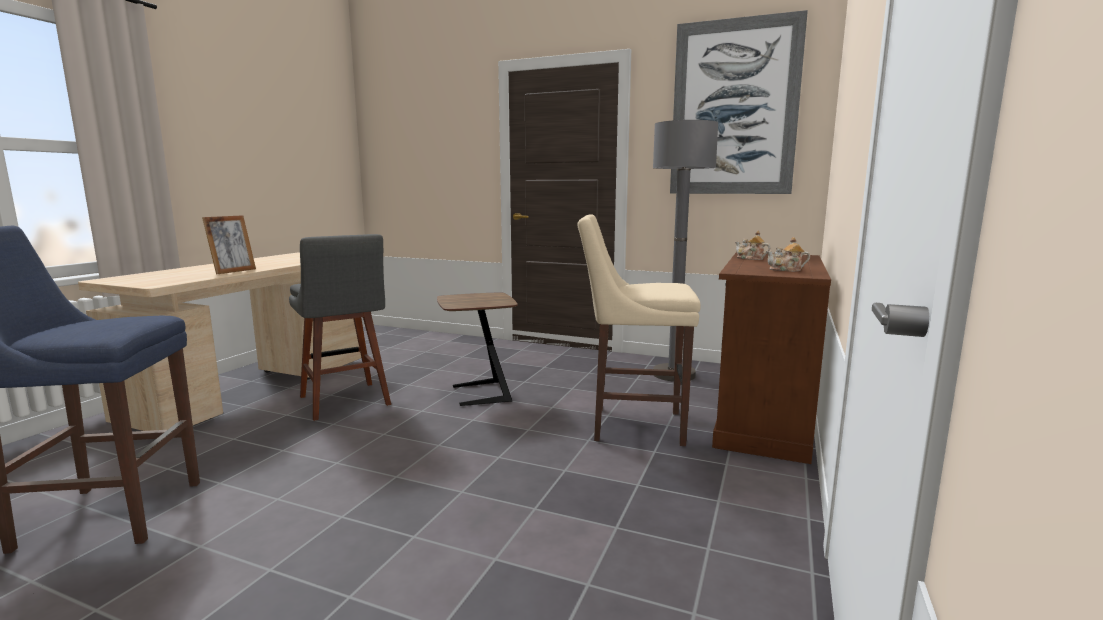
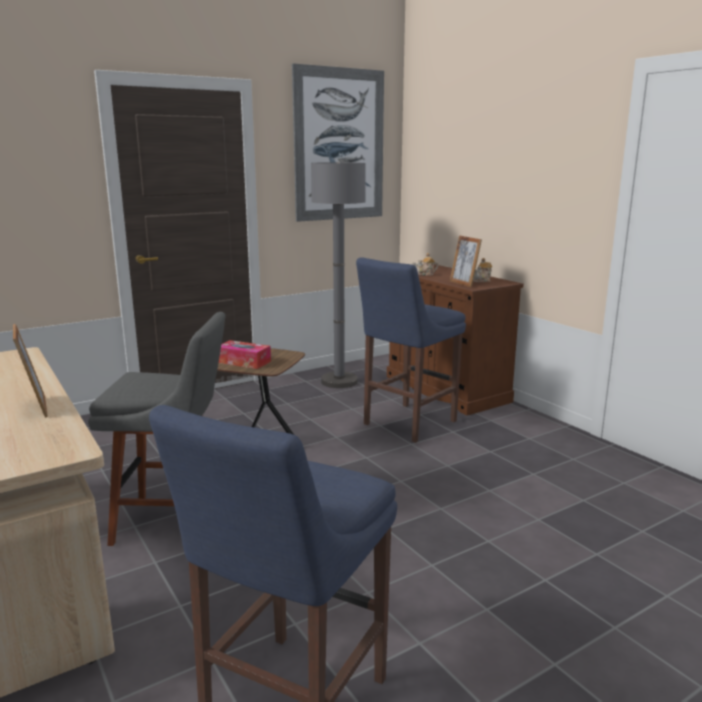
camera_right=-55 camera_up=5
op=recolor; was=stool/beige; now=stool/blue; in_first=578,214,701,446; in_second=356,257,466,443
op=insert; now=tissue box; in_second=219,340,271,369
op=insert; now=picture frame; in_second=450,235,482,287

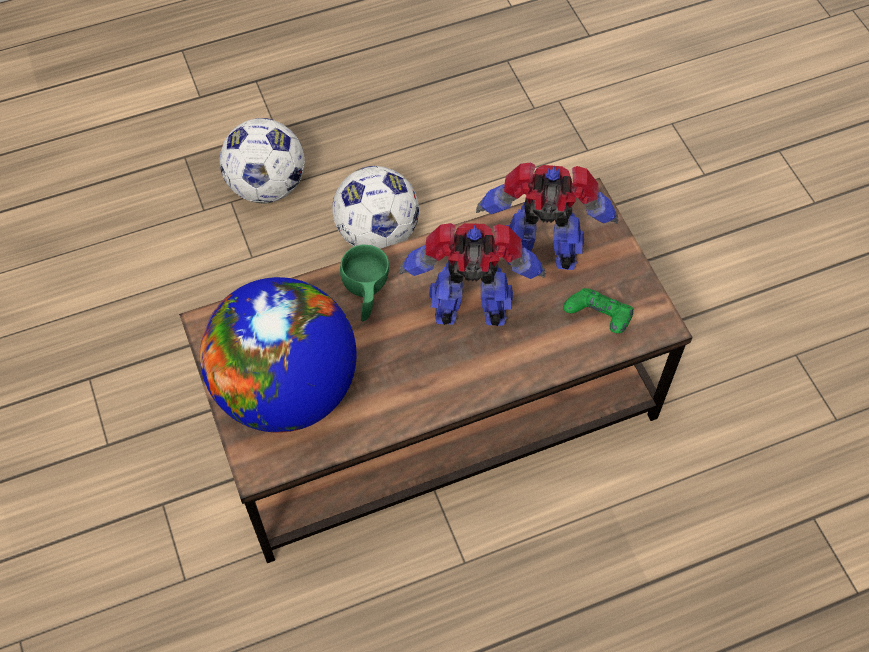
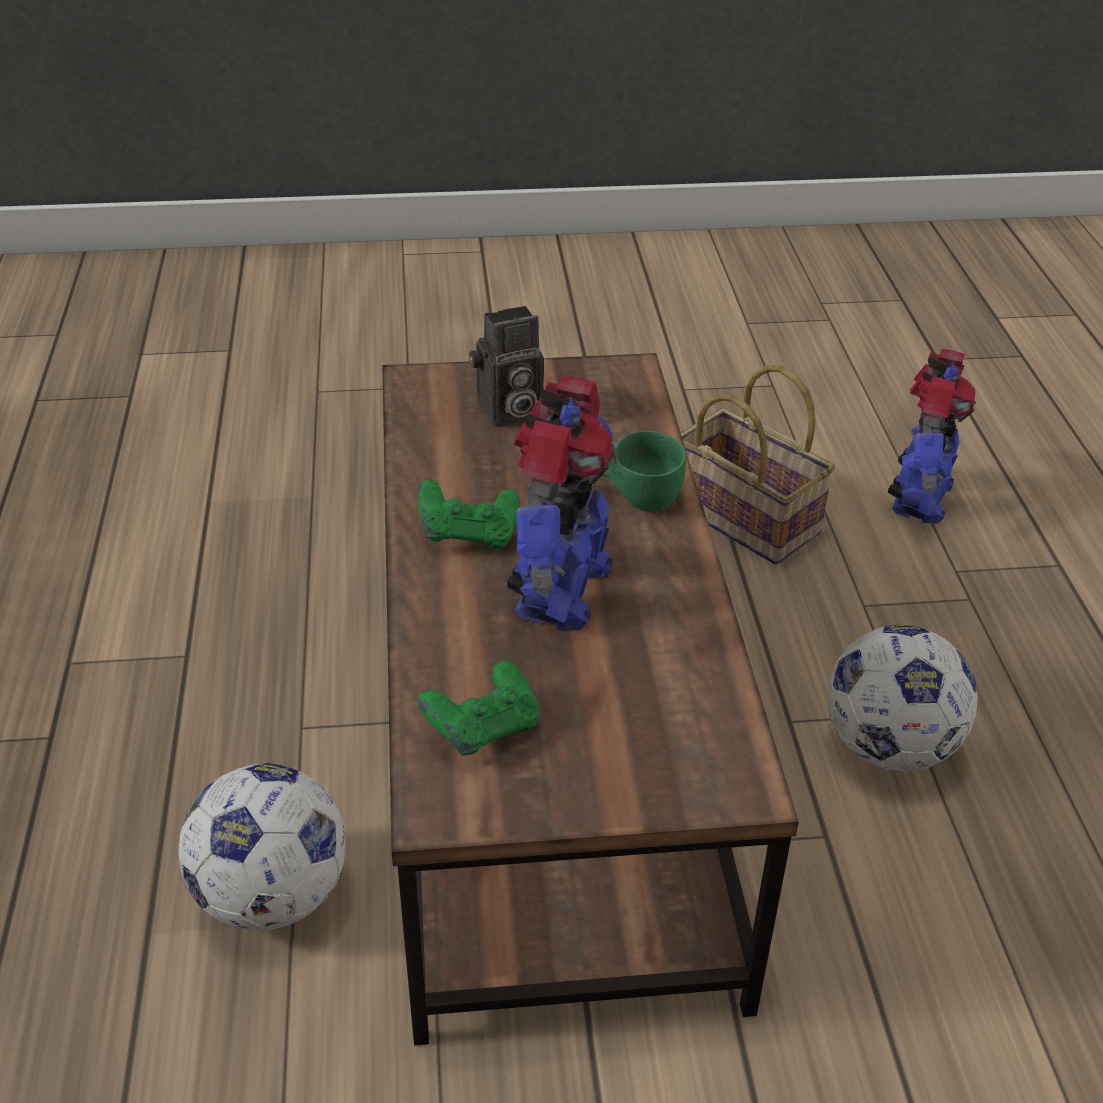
camera_right=105 camera_up=-20
op=replace; was=globe; now=photo camera; in_first=200,277,357,433; in_second=469,306,544,427
op=move; was=football; in_first=220,118,305,203; in_second=178,763,346,931
op=move; was=toy robot; in_first=476,163,618,270; in_second=888,349,976,524
op=insert; now=game controller/green; in_second=417,479,520,549
op=insert; now=basket; in_second=681,365,835,565

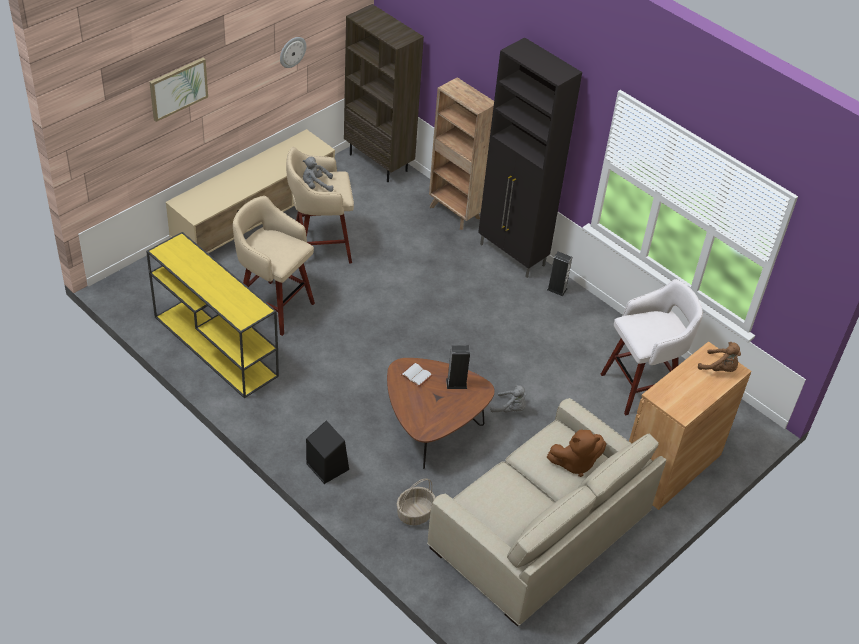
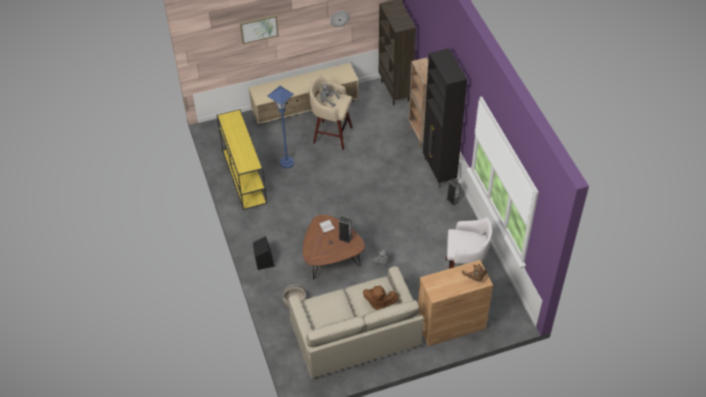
camera_right=30 camera_up=5
op=replace; was=stool/beige; now=floor lamp/blue; in_first=233,196,315,336; in_second=267,86,294,168

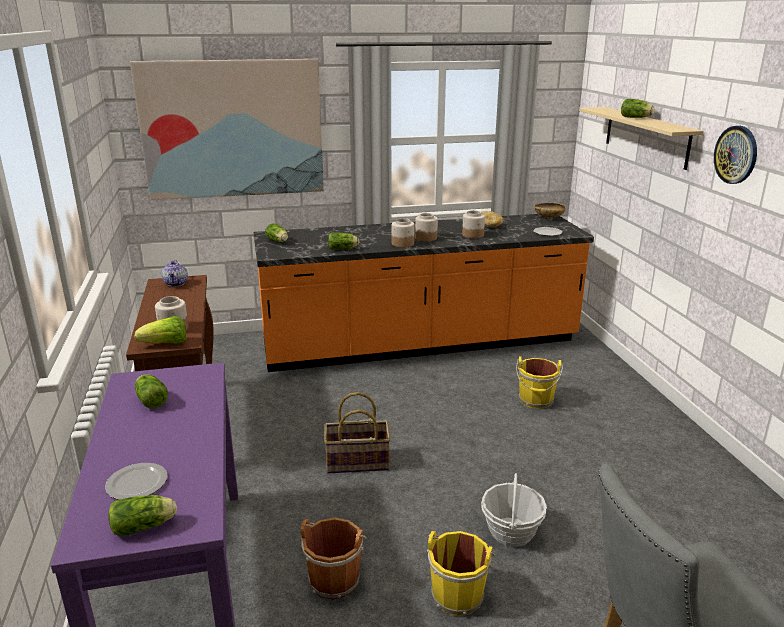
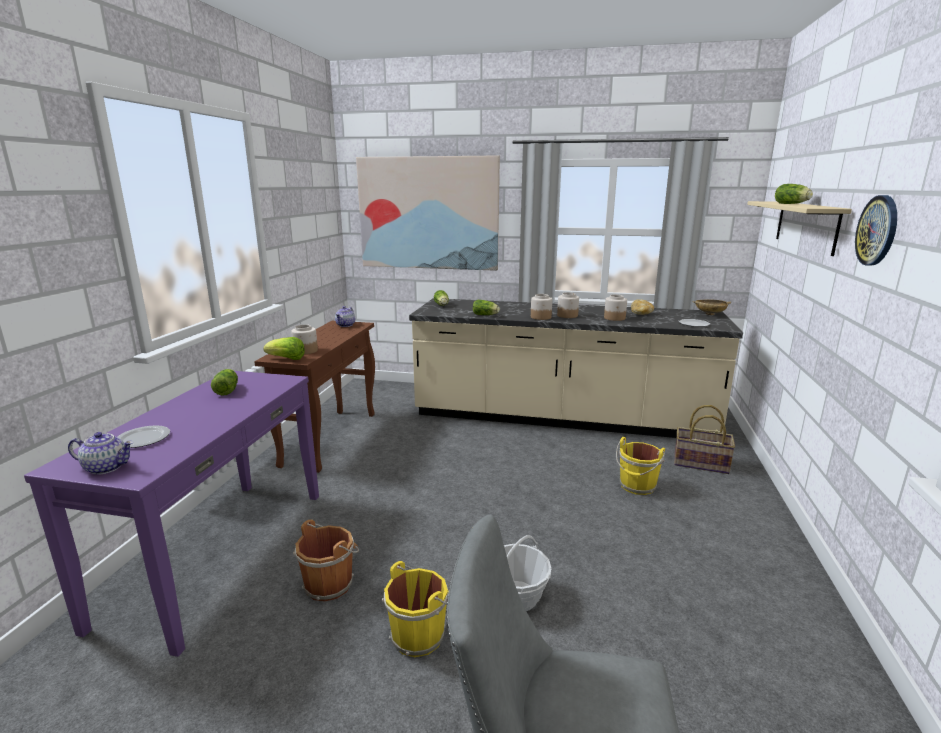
camera_right=25 camera_up=-5
op=replace; was=lettuce; now=teapot; in_first=108,495,177,536; in_second=68,432,133,475
op=recolor; was=counter/orange; now=counter/beige; in_first=253,214,594,372; in_second=409,298,743,438
op=move; was=basket; in_first=324,392,391,473; in_second=674,405,735,474

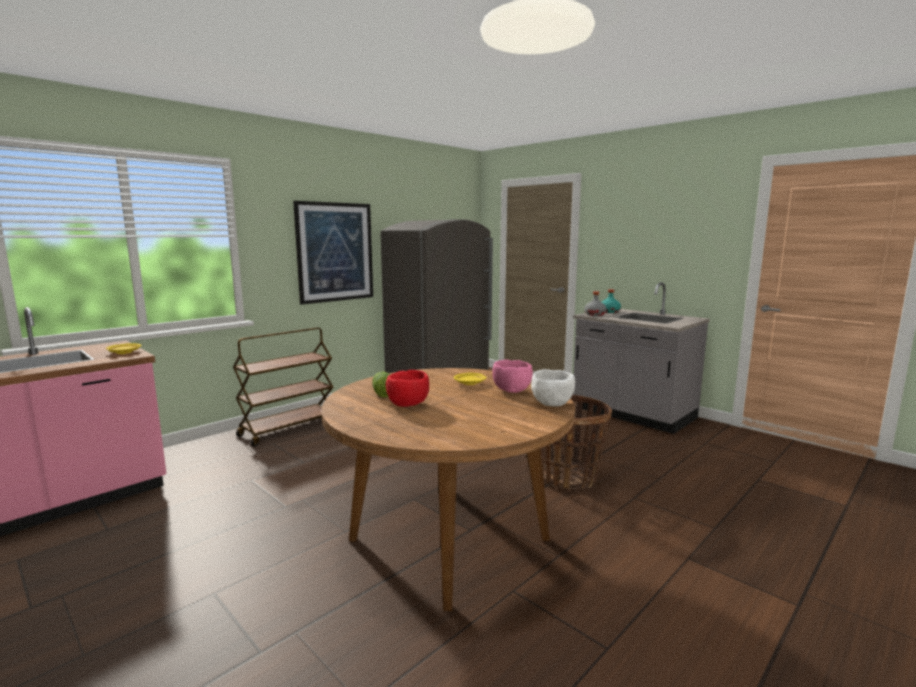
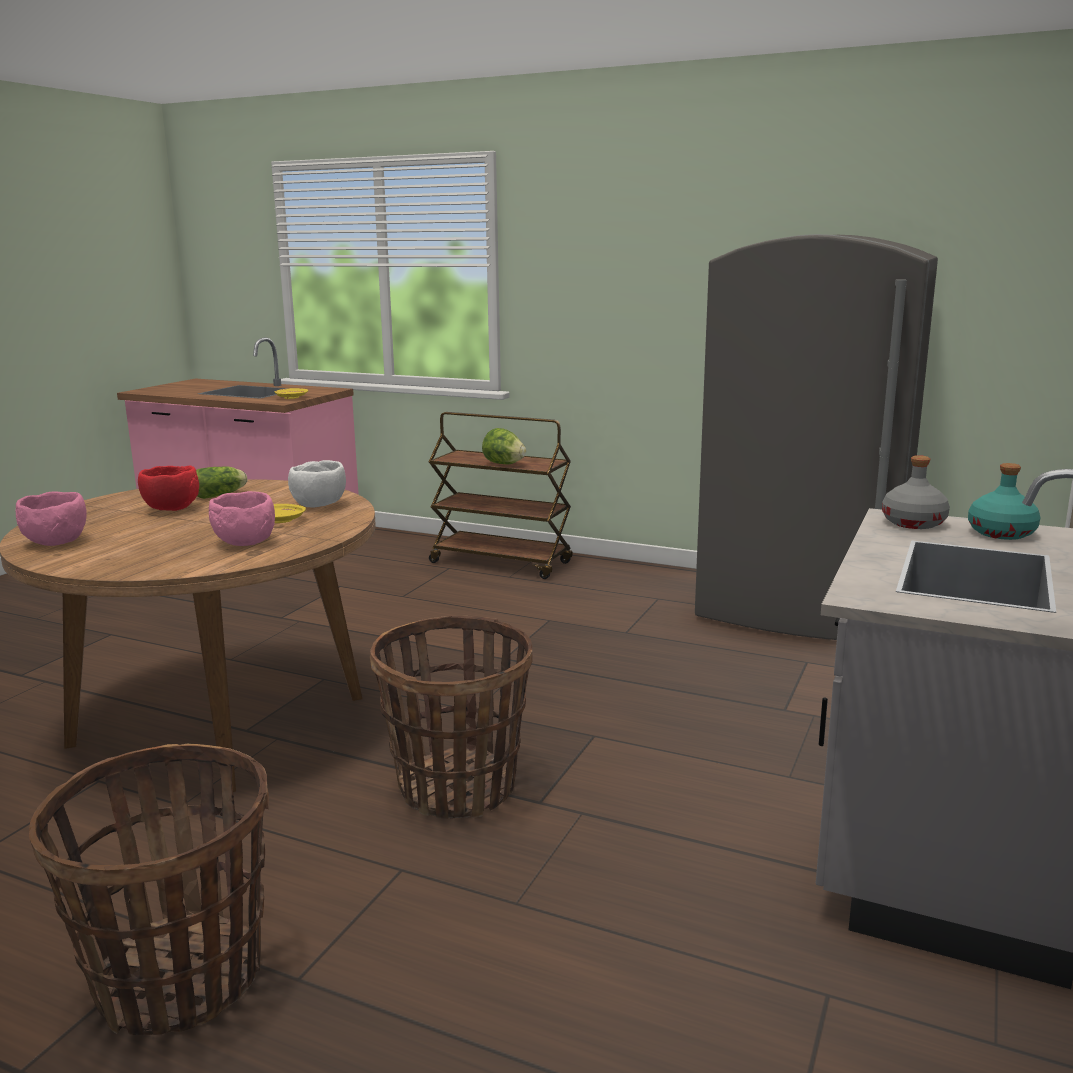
camera_right=70 camera_up=5
op=delete; was=picture; in_first=293,201,373,305
op=move; was=bowl/white; in_first=531,369,575,406; in_second=288,460,346,507
op=insert; now=bowl/pink; in_second=16,491,87,546
op=insert; now=basket; in_second=29,744,269,1036
op=insert; now=lettuce; in_second=482,428,526,465

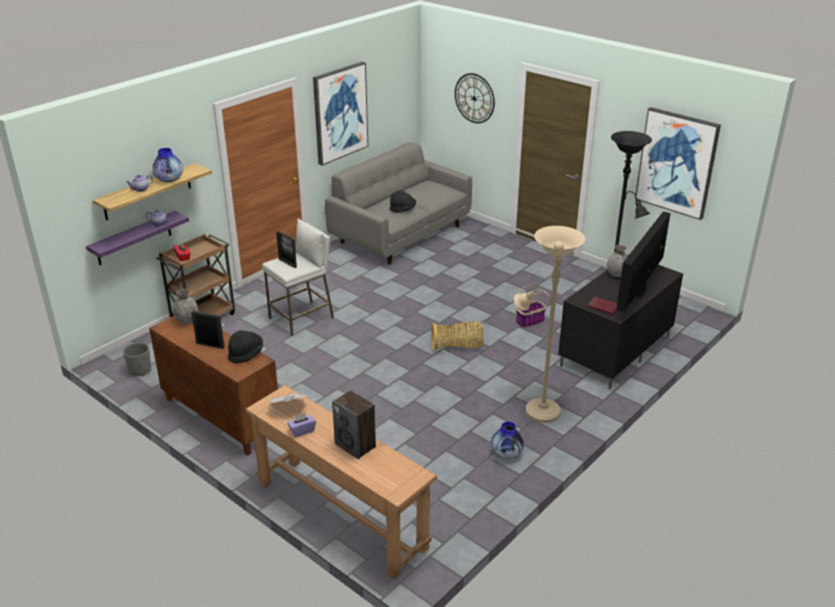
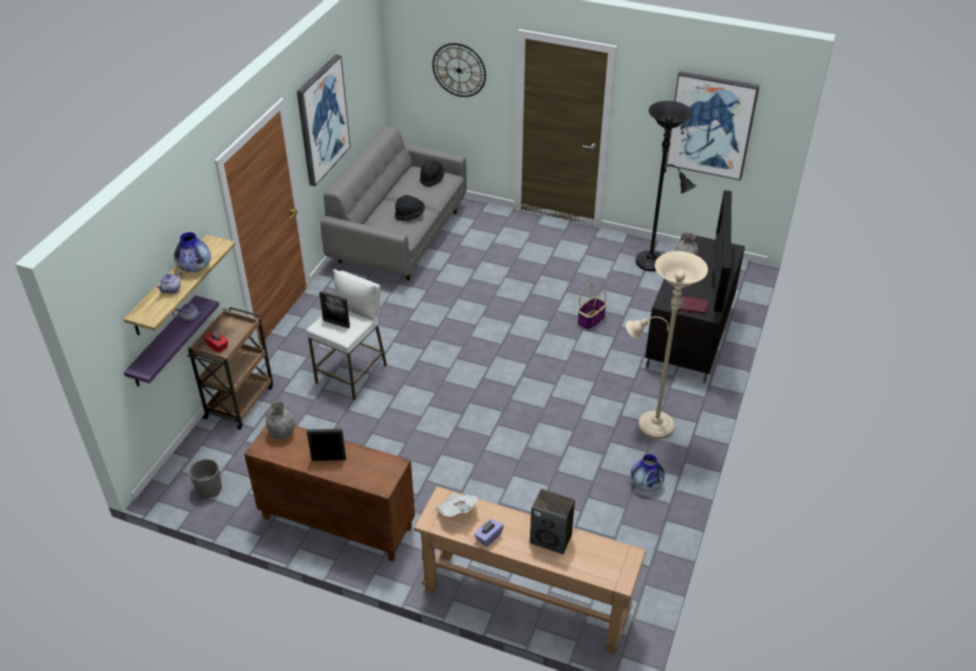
camera_right=-20 camera_up=10
op=move; was=hat/black; in_first=228,330,263,363; in_second=420,160,445,187
op=delete; was=basket; in_first=431,321,484,350

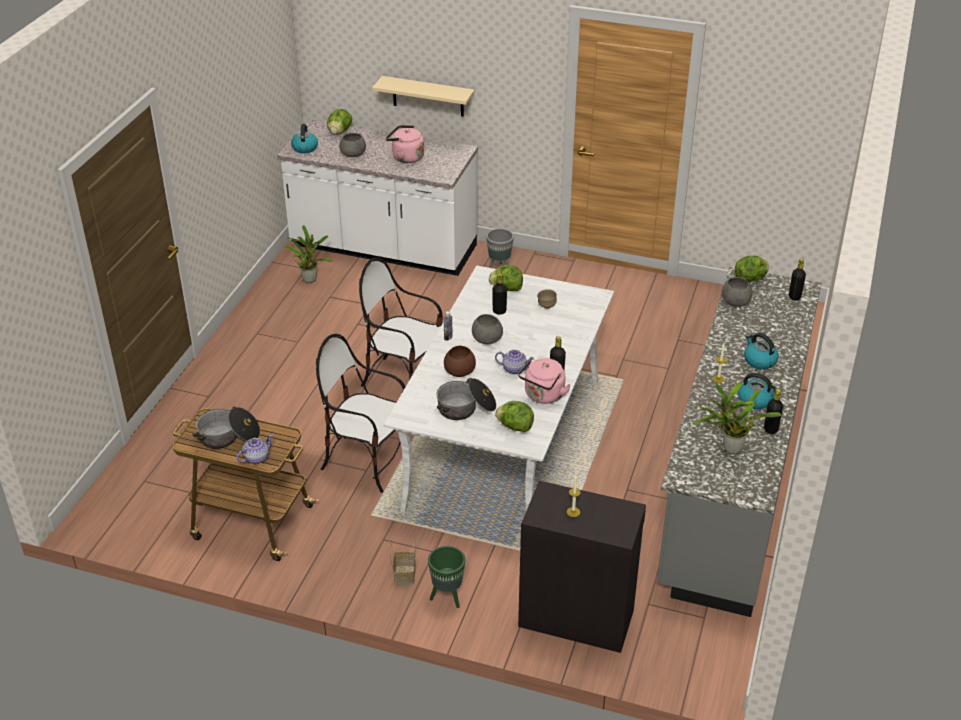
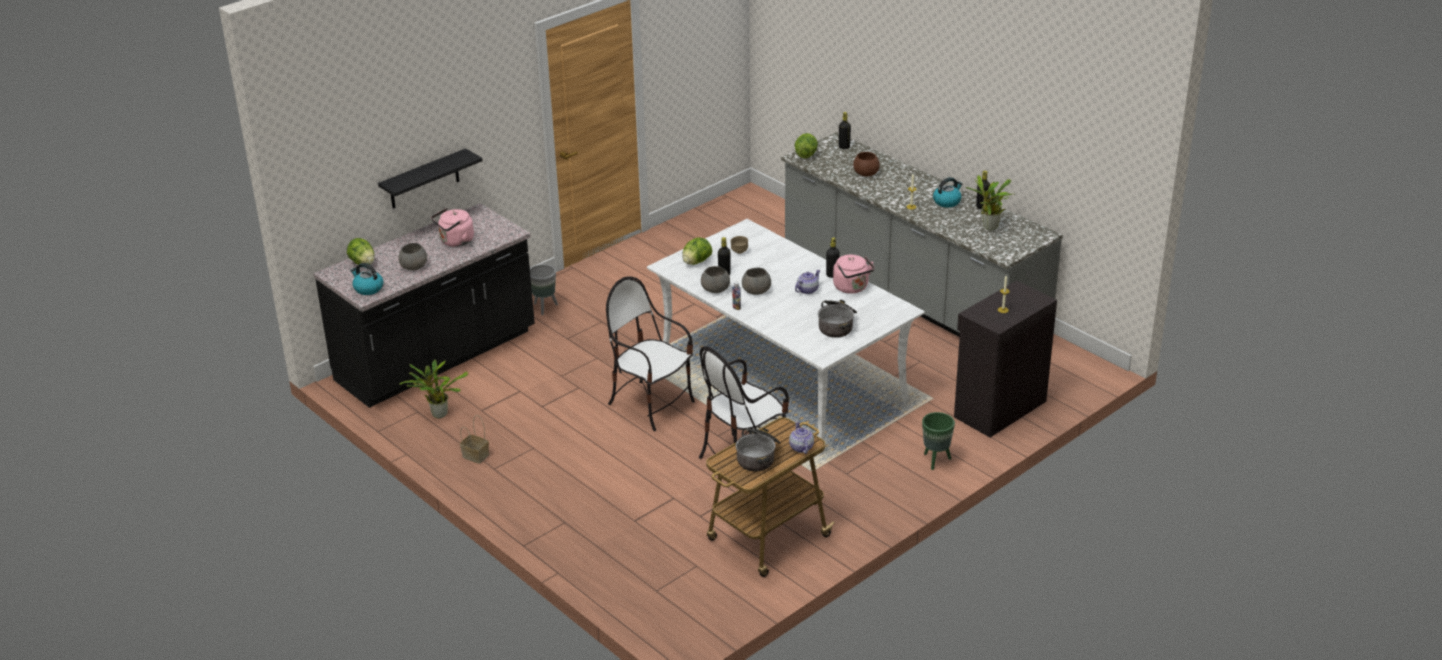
camera_right=-60 camera_up=-5
op=recolor; was=counter/white; now=counter/black; in_first=277,119,478,276; in_second=313,203,535,408
op=rotate; was=chair; in_first=359,257,443,387; in_second=606,276,695,431; clockwise=75
op=recolor; was=shelf/beige; now=shelf/black; in_first=372,76,475,116; in_second=378,148,483,209
op=move; was=basket; in_first=389,540,416,585; in_second=460,415,489,464
op=move; was=bowl/brown; in_first=444,346,476,377; in_second=853,152,880,177
op=delete; was=lettuce; in_first=495,401,534,432
op=move; was=bowl/grey; in_first=722,277,752,307; in_second=701,266,730,293
op=delete; was=kettle; in_first=744,333,779,369

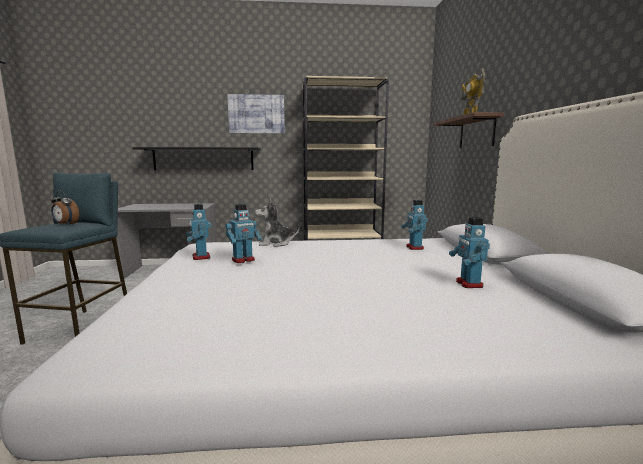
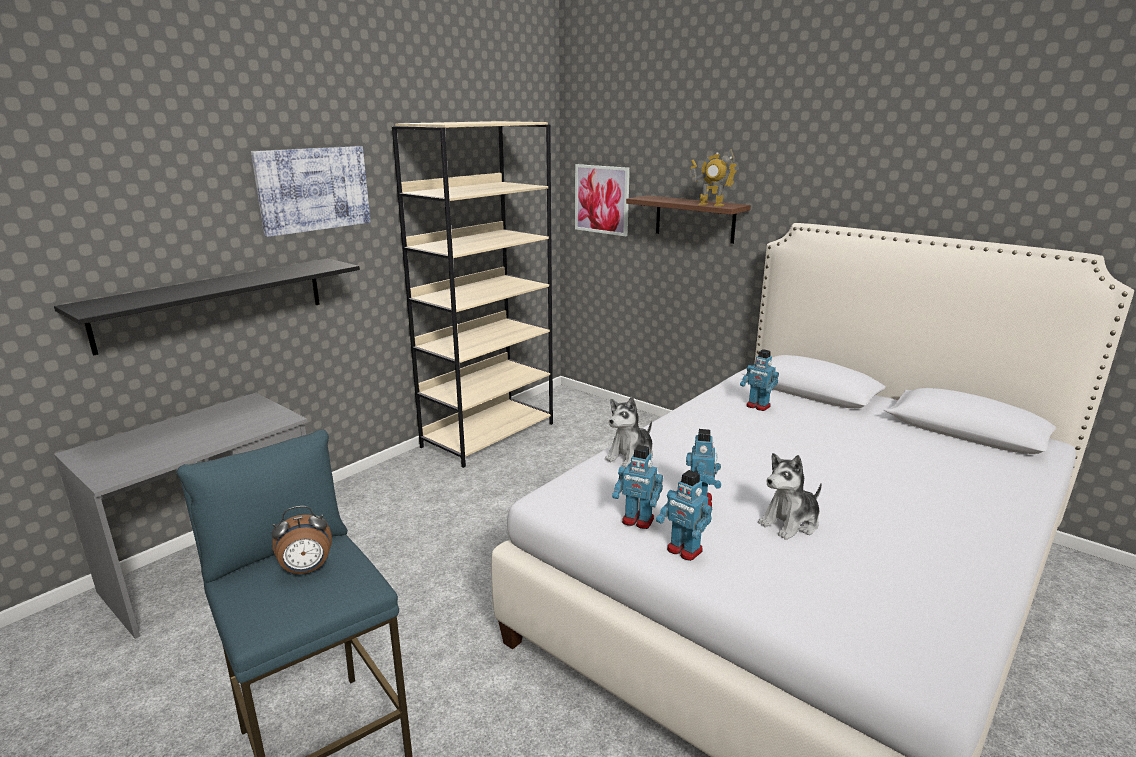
camera_right=-45 camera_up=10
op=move; was=toy robot; in_first=449,217,490,288; in_second=656,470,712,561
op=insert; now=picture; in_second=575,164,630,236
op=insert; now=plush toy; in_second=758,453,822,540

